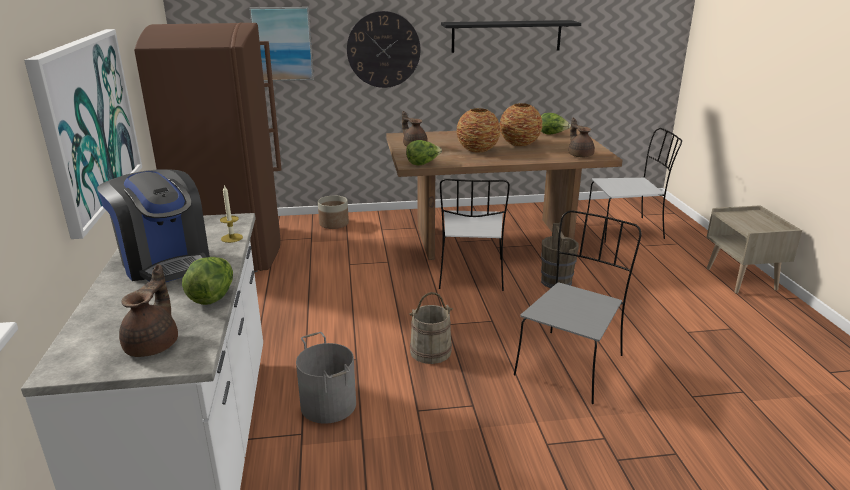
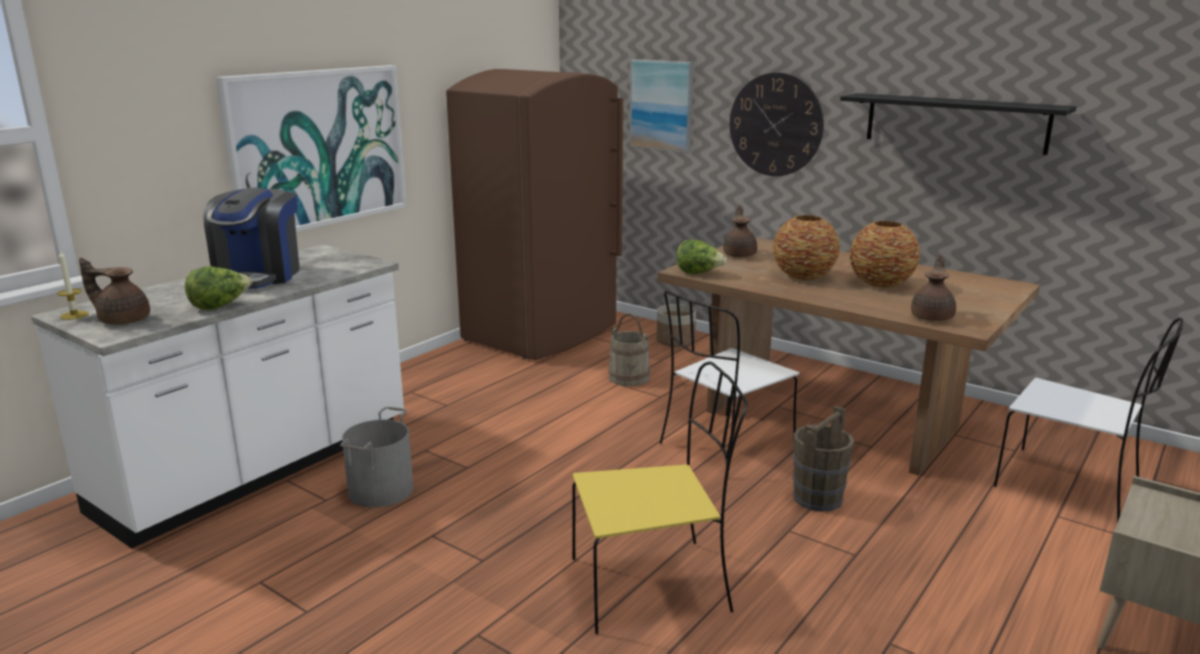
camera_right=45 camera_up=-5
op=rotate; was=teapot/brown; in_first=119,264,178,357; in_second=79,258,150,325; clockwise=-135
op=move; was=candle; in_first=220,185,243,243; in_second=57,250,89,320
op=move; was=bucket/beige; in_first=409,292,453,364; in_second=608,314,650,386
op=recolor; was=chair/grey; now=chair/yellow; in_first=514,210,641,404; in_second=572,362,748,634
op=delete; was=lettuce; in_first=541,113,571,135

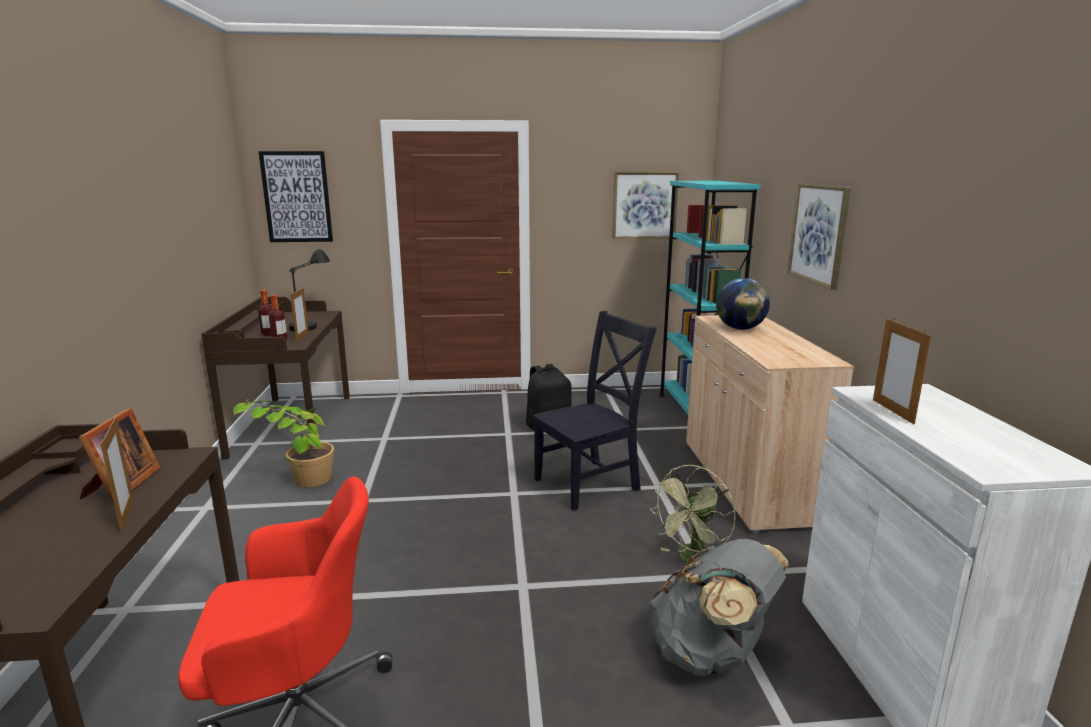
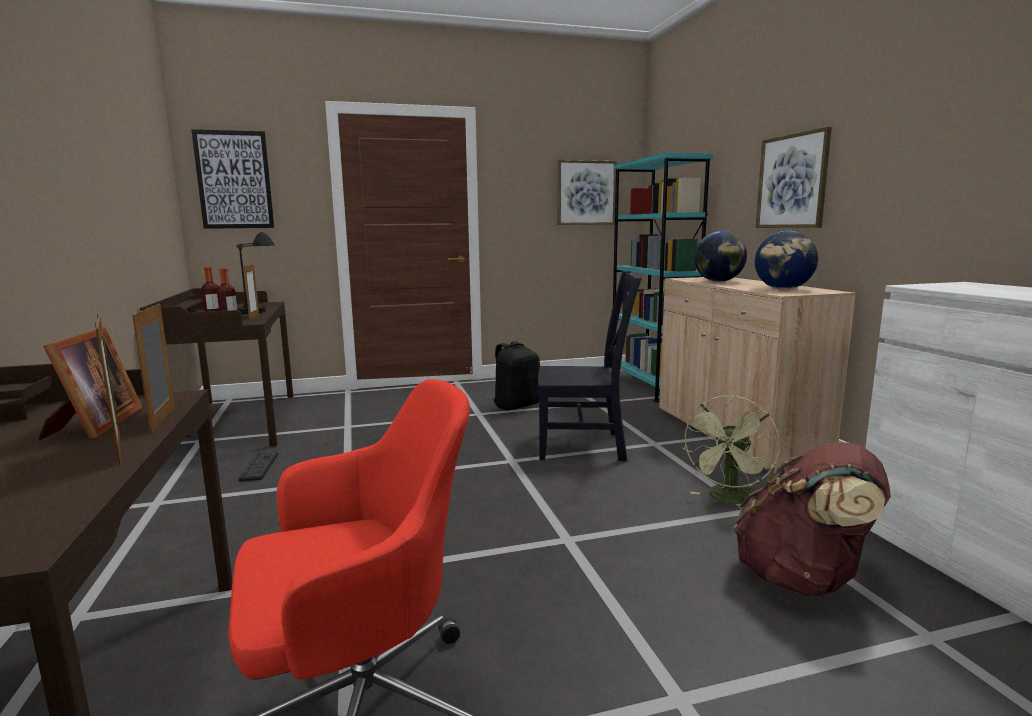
camera_right=-10 camera_up=-5
op=replace; was=potted plant; now=keyboard; in_first=233,400,334,488; in_second=238,451,278,482
op=rotate; was=chair/black; in_first=533,311,657,511; in_second=538,271,642,462; clockwise=45
op=recolor; was=backpack/grey; now=backpack/brown; in_first=649,539,789,677; in_second=734,442,891,596
op=move; was=picture frame; in_first=873,319,931,424; in_second=132,301,175,433
op=insert; now=globe; in_second=755,231,818,290

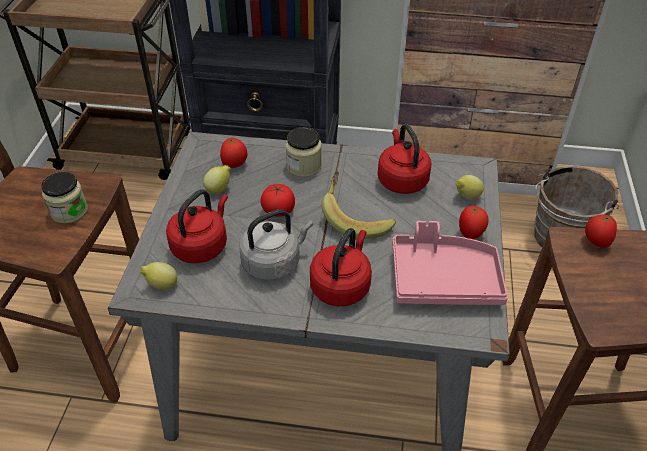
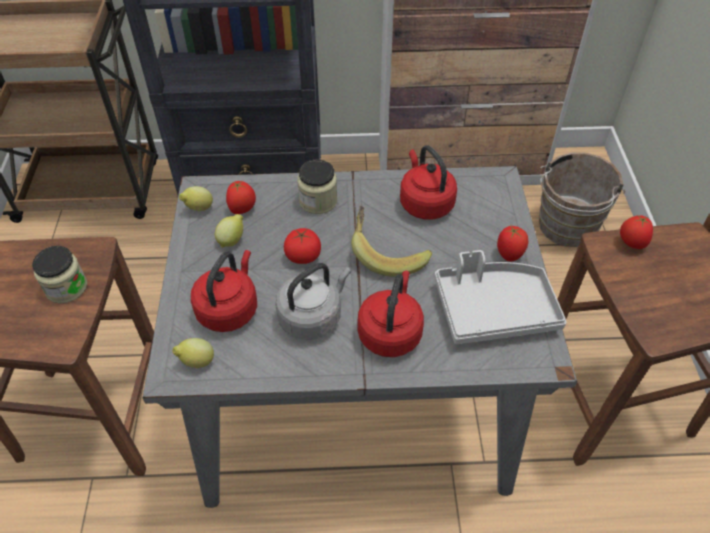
camera_right=-10 camera_up=5
op=recolor; was=tray/pink; now=tray/grey; in_first=392,221,508,305; in_second=434,250,567,344
op=move; was=lemon; in_first=456,175,484,199; in_second=179,186,213,211

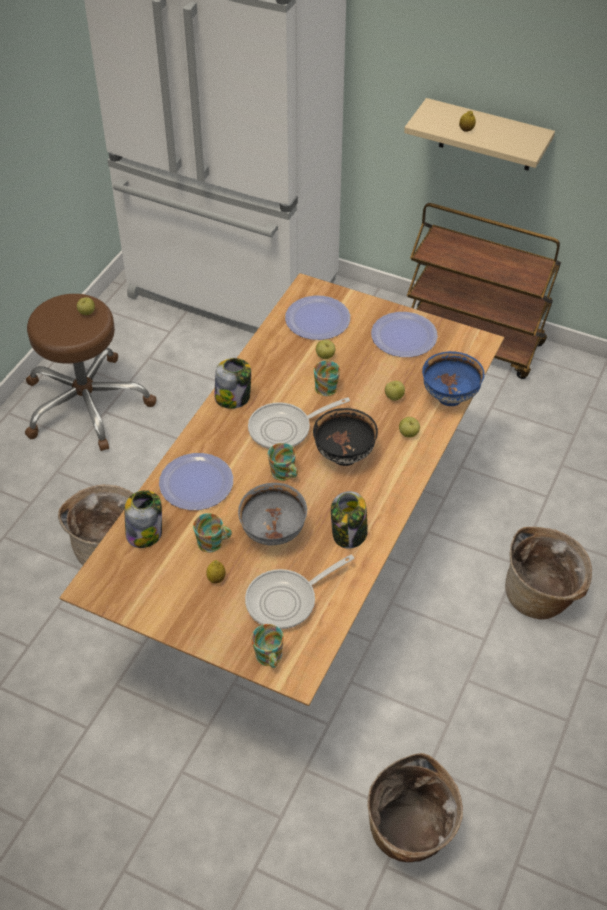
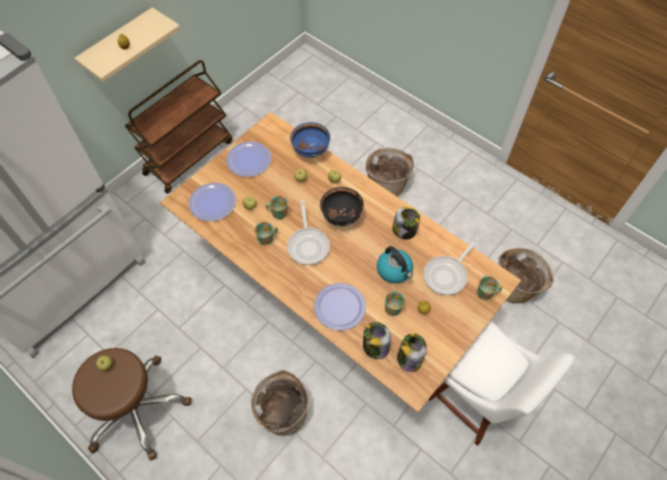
camera_right=-75 camera_up=10
op=move; was=jar; in_first=215,358,251,409; in_second=397,333,427,372
op=replace; was=bowl/grey; now=kettle; in_first=238,483,307,546; in_second=377,246,413,283
op=rotate; was=frying pan; in_first=245,555,354,629; in_second=423,238,480,295; clockwise=60
op=move; was=mug; in_first=268,443,298,481; in_second=255,222,278,246
op=insert; now=chair/white; in_second=429,320,575,446

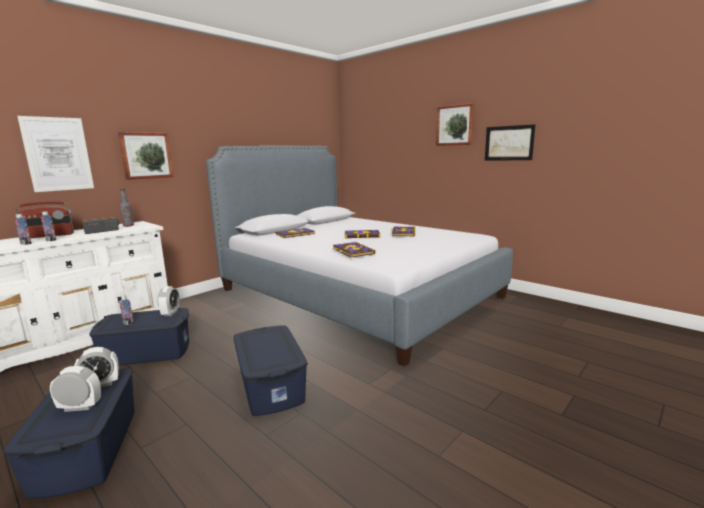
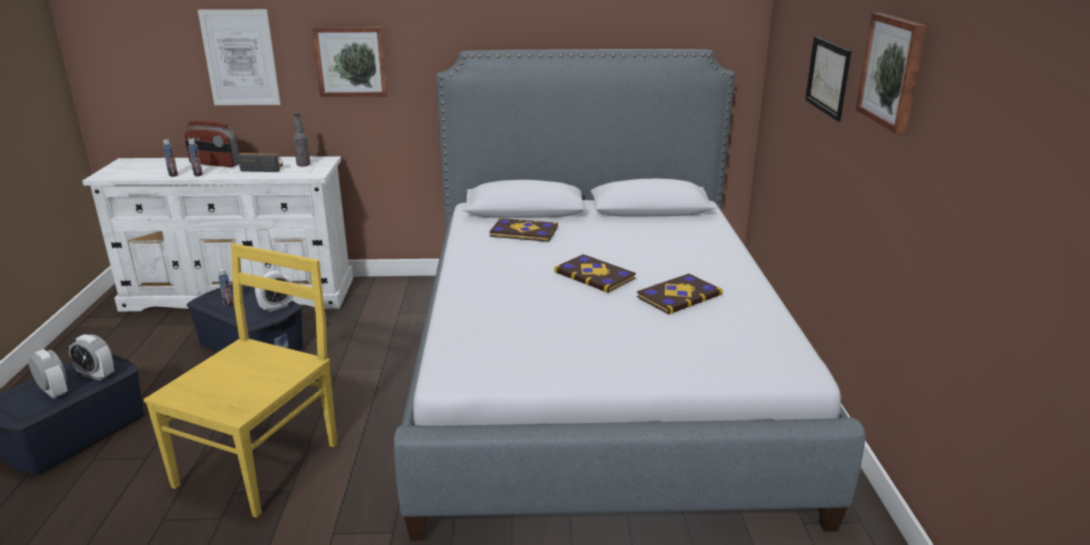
camera_right=45 camera_up=10
op=replace; was=storage box/blue; now=chair/yellow; in_first=234,325,308,416; in_second=144,243,337,518
op=delete; was=book; in_first=333,242,376,258
op=move; was=picture; in_first=485,124,536,160; in_second=805,36,851,122

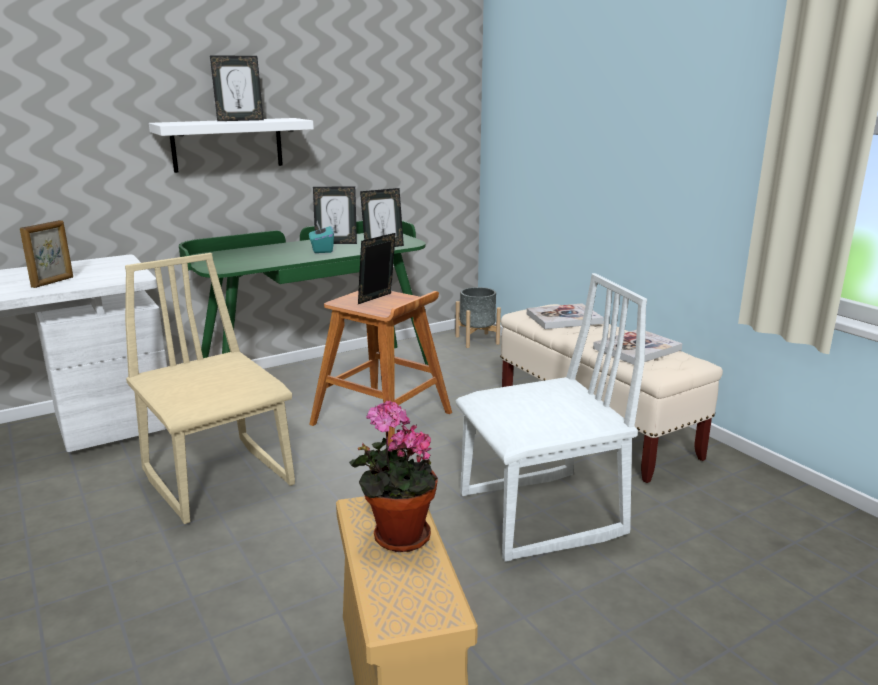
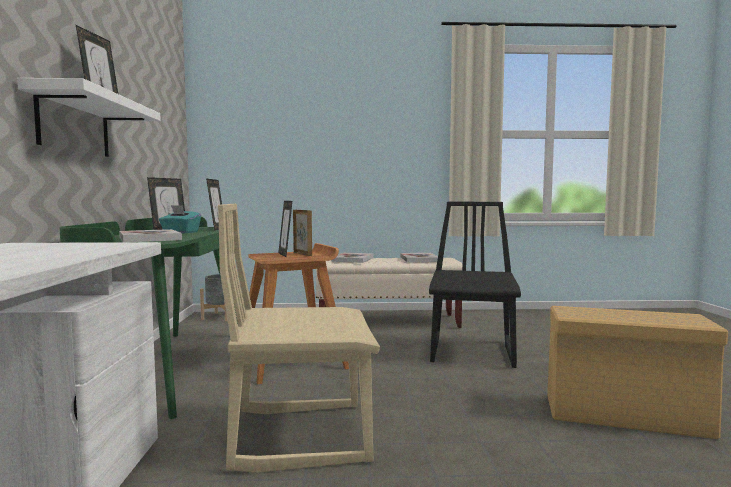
camera_right=-60 camera_up=-15
op=move; was=picture frame; in_first=20,220,73,288; in_second=293,210,312,256
op=delete; was=potted plant; in_first=349,401,438,552
op=recolor; was=chair/white; now=chair/black; in_first=455,273,647,562; in_second=429,202,521,368
op=insert; now=book; in_second=119,229,182,242

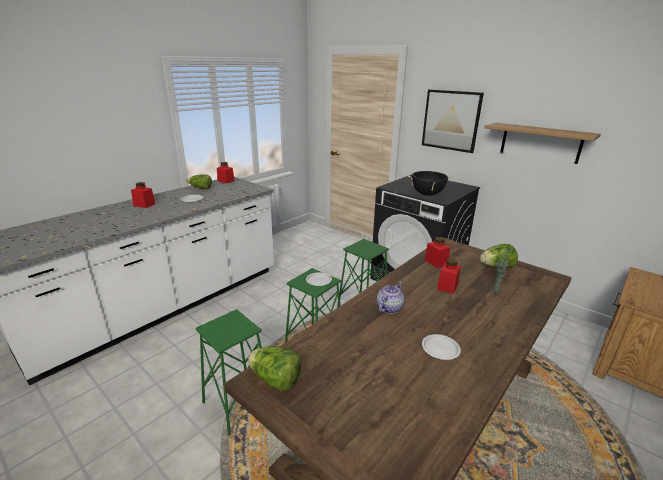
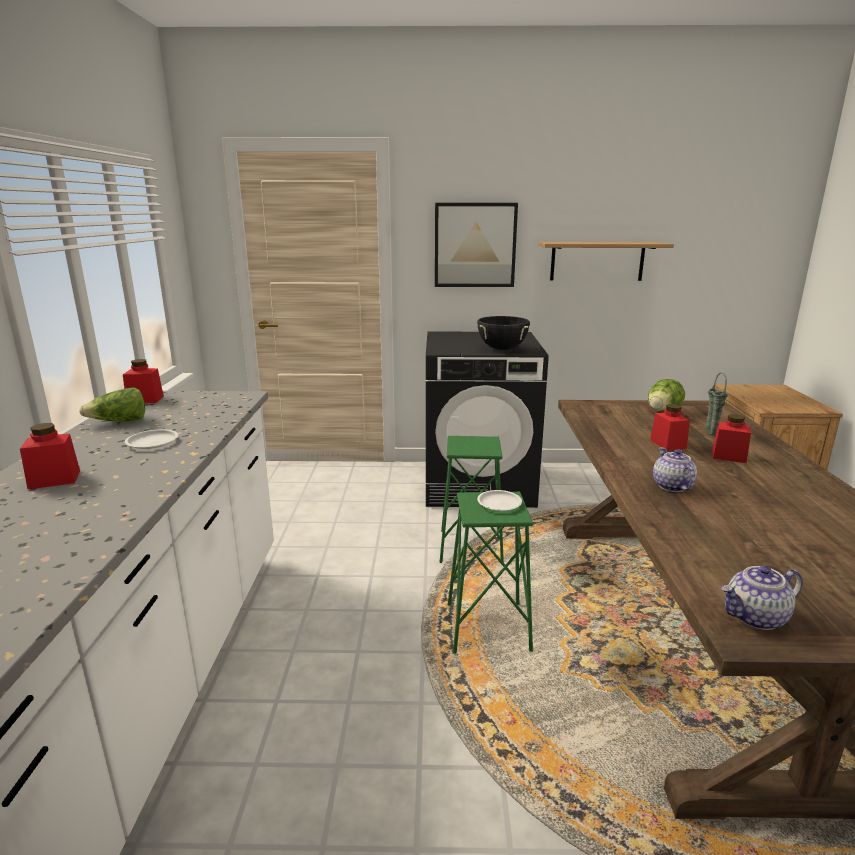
camera_right=-40 camera_up=-5
op=delete; was=stool/green; in_first=195,309,262,435
op=replace; was=lettuce; now=teapot; in_first=248,346,301,392; in_second=721,566,803,630
op=delete; was=plate/white; in_first=422,334,461,360
op=move; was=jar/red; in_first=425,237,450,268; in_second=712,414,751,463

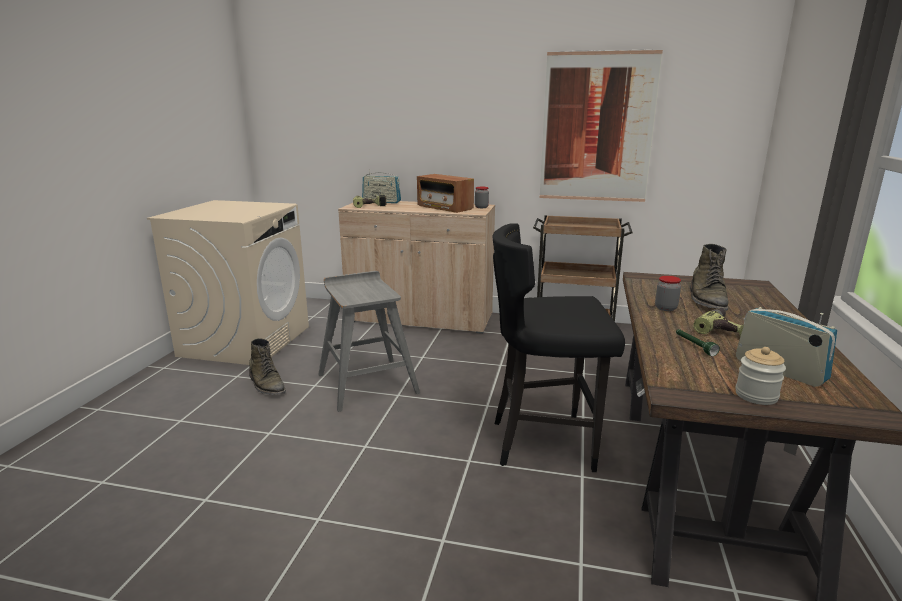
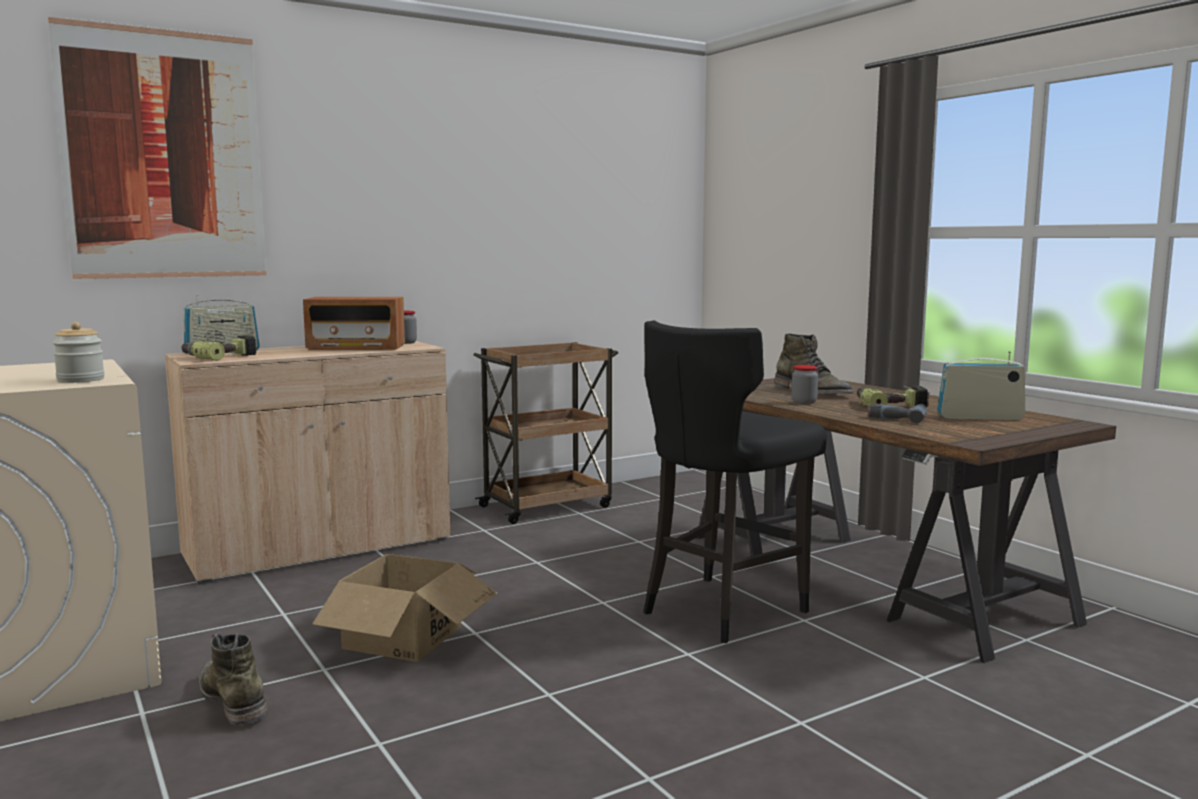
camera_right=-45 camera_up=-10
op=rotate; was=boot/green; in_first=249,338,286,395; in_second=199,632,268,725; clockwise=-135
op=replace; was=stool/grey; now=cardboard box; in_first=318,271,420,412; in_second=303,554,497,662
op=move; was=picture; in_first=540,49,663,202; in_second=48,17,266,279
op=replace; was=flashlight/green; now=power drill; in_first=676,329,720,356; in_second=868,404,927,423
op=move; was=jar; in_first=735,347,786,405; in_second=53,322,105,383

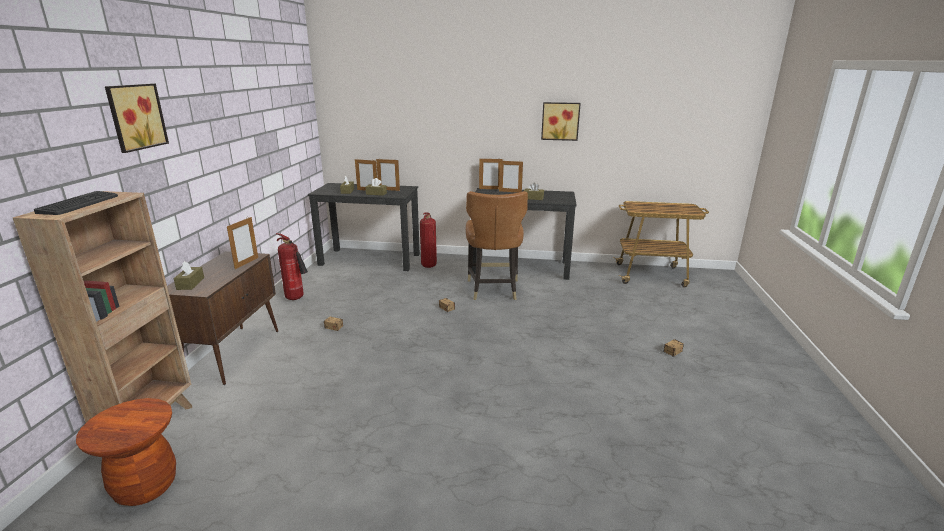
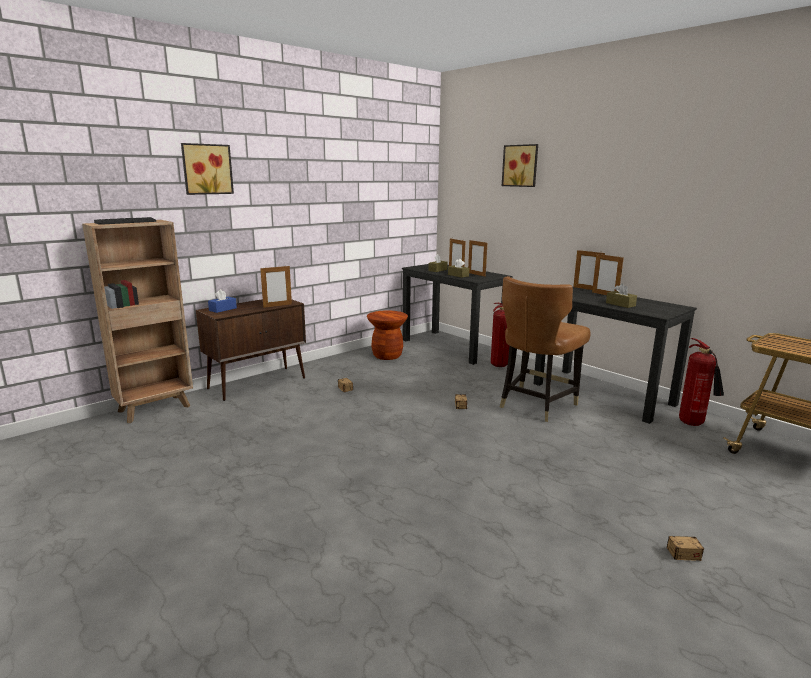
camera_right=40 camera_up=-5
op=move; was=stool/brown; in_first=76,398,176,506; in_second=367,310,408,360
op=recolor; was=tissue box/brown; now=tissue box/blue; in_first=174,261,204,290; in_second=208,289,237,313
op=move; was=fire extinguisher; in_first=276,233,308,300; in_second=679,338,724,426
op=move; was=picture; in_first=541,102,581,141; in_second=502,144,538,187

